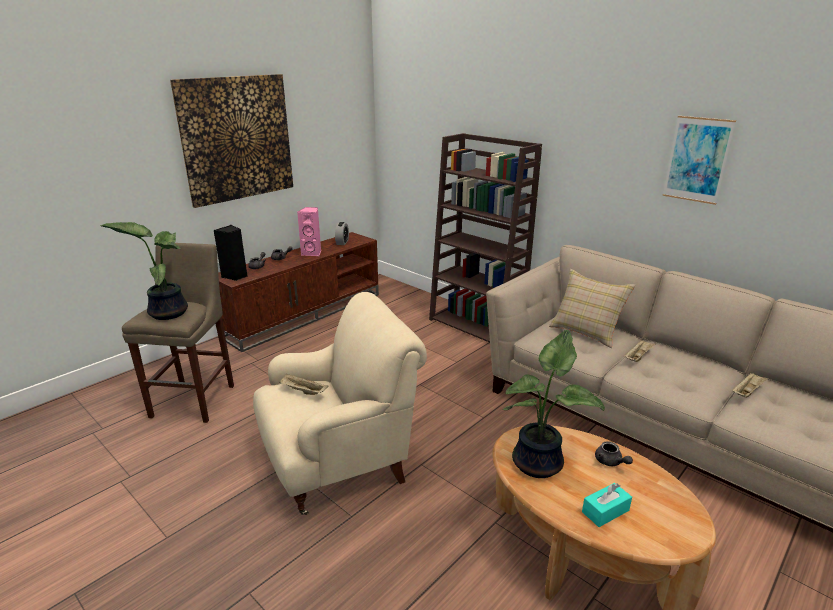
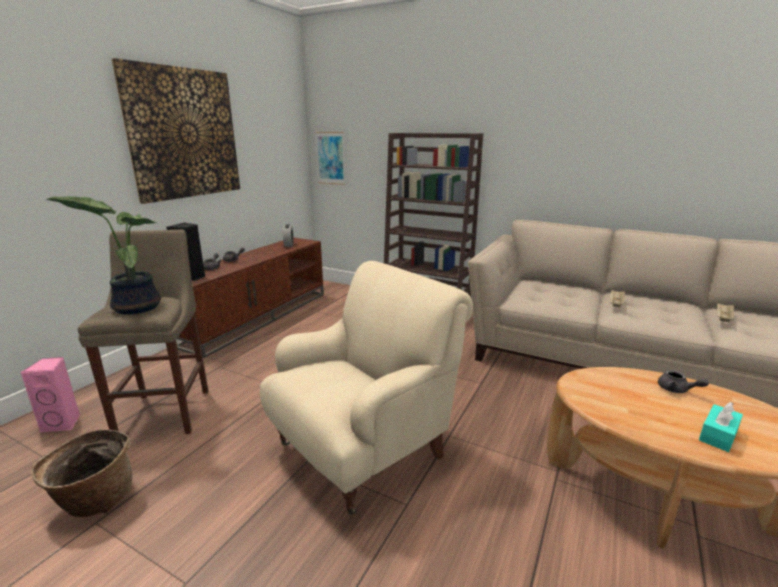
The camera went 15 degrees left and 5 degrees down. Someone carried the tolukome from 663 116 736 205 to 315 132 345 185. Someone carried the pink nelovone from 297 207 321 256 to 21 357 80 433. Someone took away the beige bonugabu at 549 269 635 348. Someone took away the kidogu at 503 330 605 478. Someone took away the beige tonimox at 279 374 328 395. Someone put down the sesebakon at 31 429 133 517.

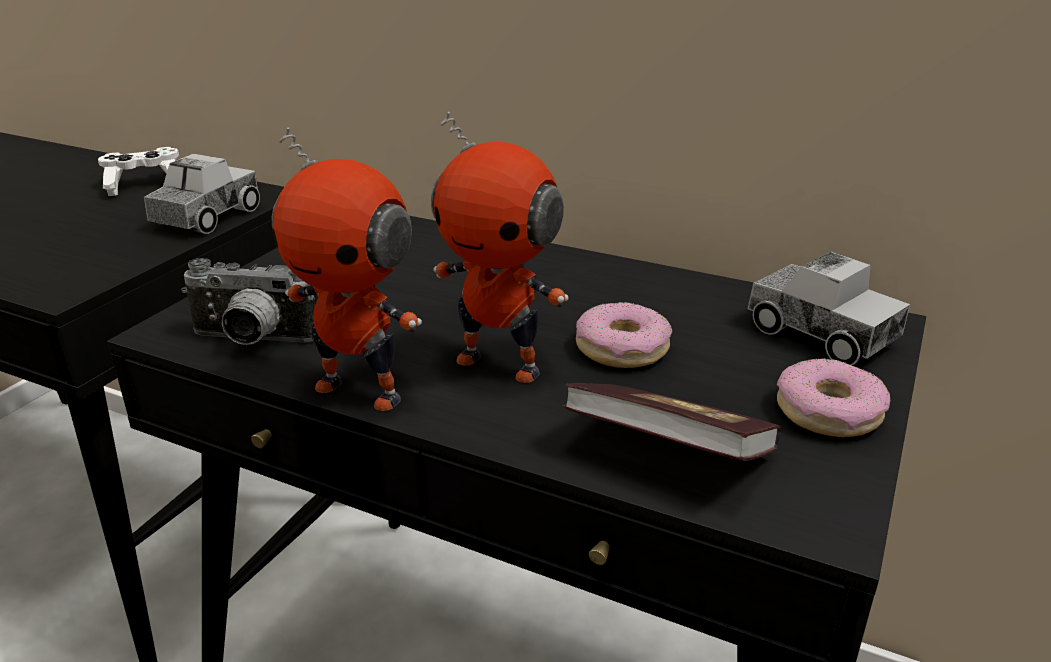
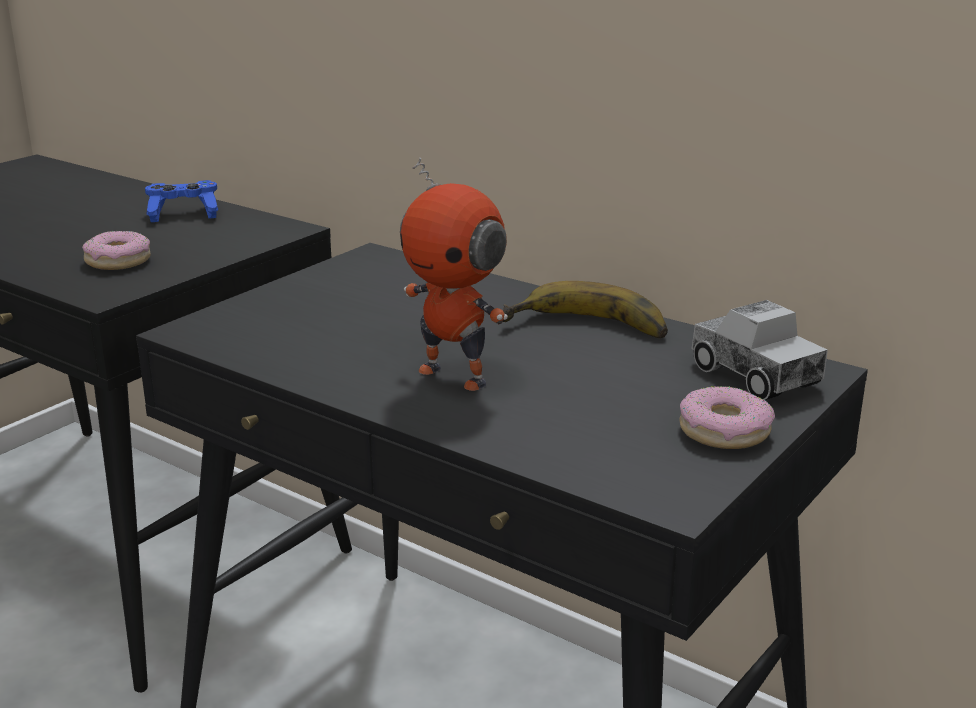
The camera went 10 degrees right and 5 degrees down. Someone took away the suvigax at 271 128 422 411. Someone repainted the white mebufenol at 98 147 179 196, which became the blue mebufenol at 145 180 218 222. Someone took away the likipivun at 144 154 260 234. Someone took away the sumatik at 181 258 318 345. Someone carried the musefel from 576 302 672 368 to 82 231 151 270. Someone took away the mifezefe at 563 383 781 461. Someone put down the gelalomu at 502 281 668 338.

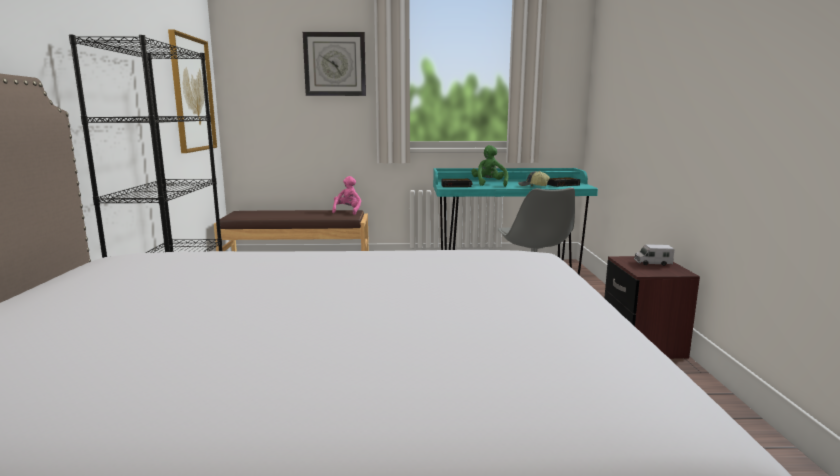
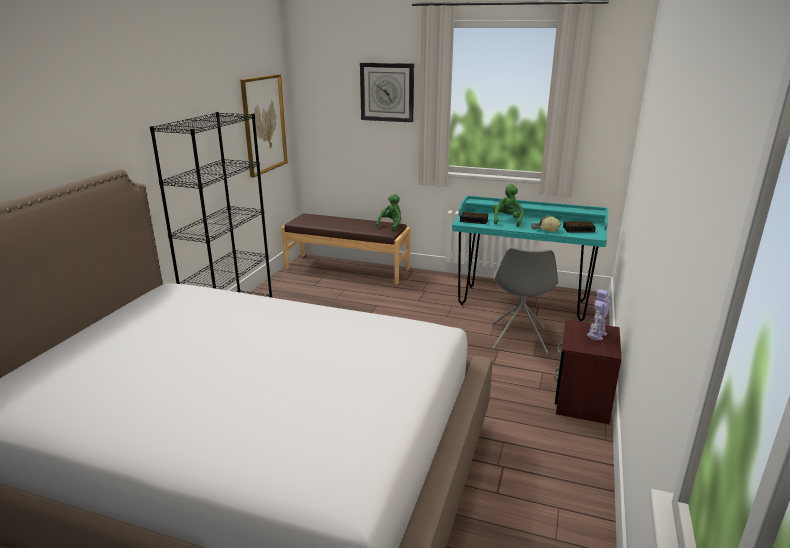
The camera went 20 degrees right and 10 degrees up. Someone repainted the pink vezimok at 332 176 361 215, which became the green vezimok at 376 194 401 231. Someone swapped the likipivun at 634 244 674 266 for the suvigax at 587 289 610 341.

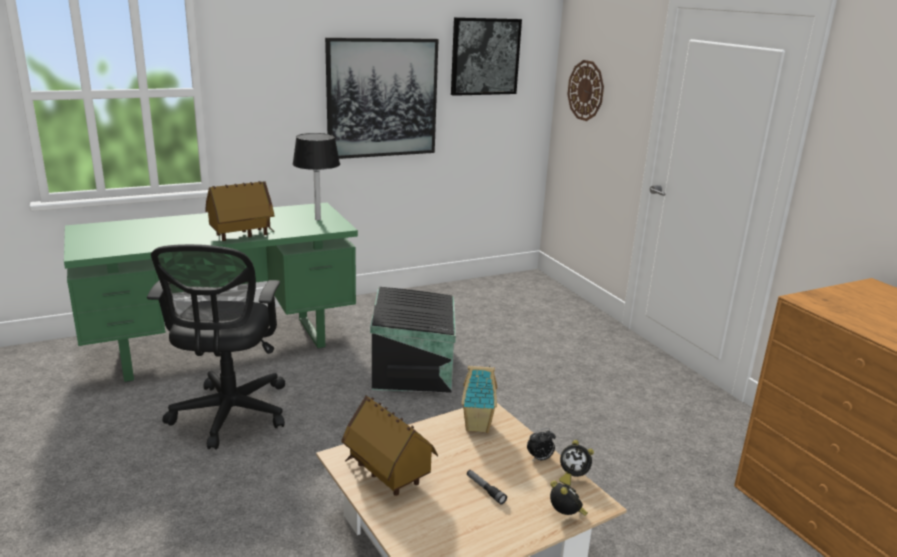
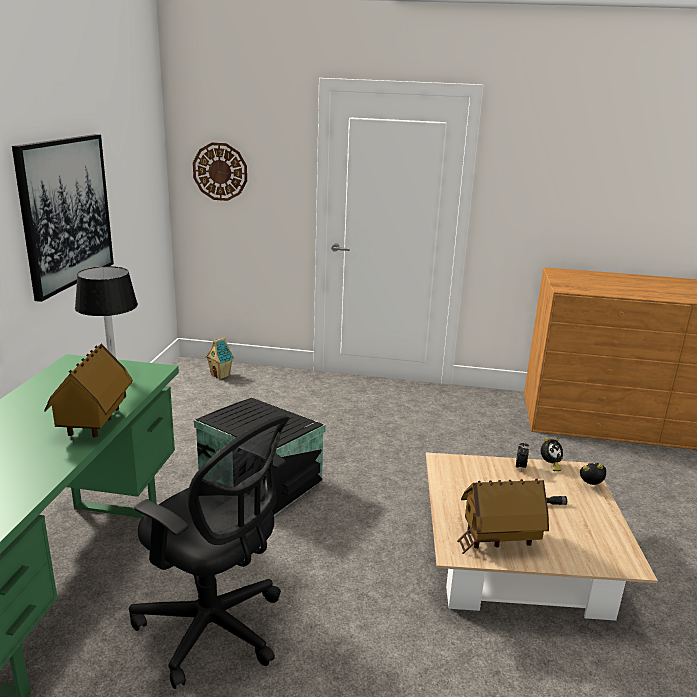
The camera went 55 degrees left and 0 degrees up. Someone took away the tolukome at 451 17 522 96. Someone carried the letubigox from 461 365 497 433 to 205 337 234 380.

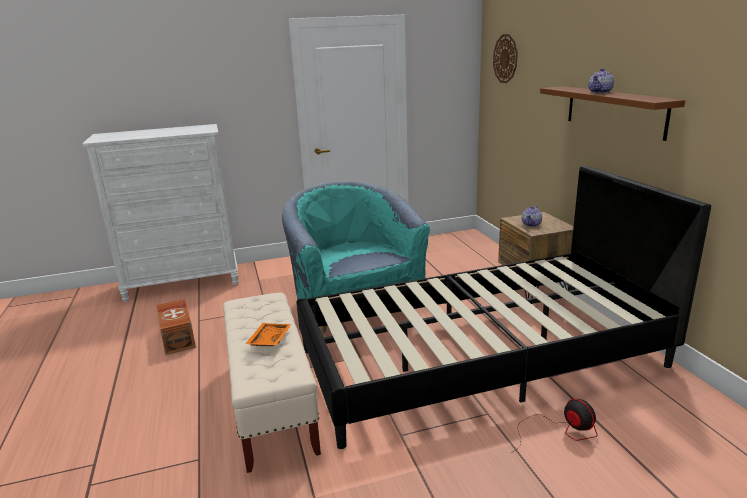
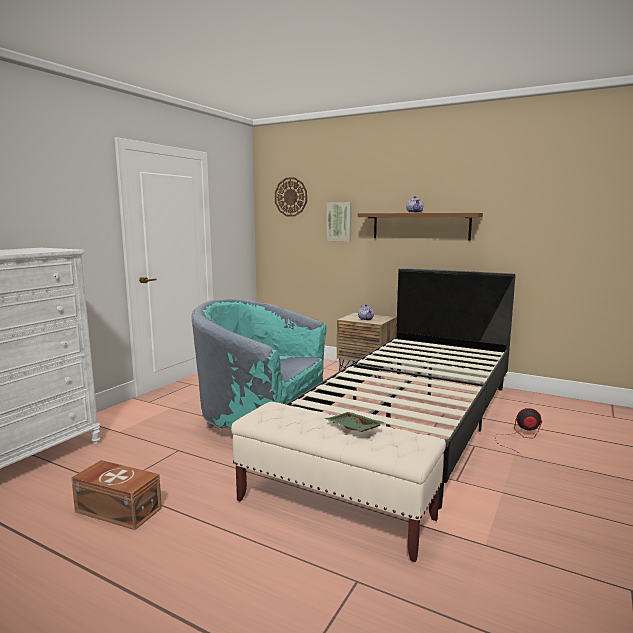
The camera went 45 degrees left and 10 degrees down. Someone repainted the orange tonimox at 245 323 291 346, which became the green tonimox at 324 412 386 432. Someone put up the tolukome at 327 202 352 242.

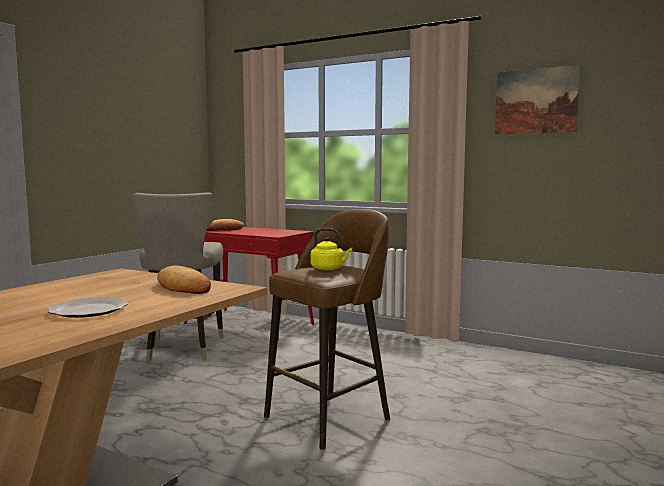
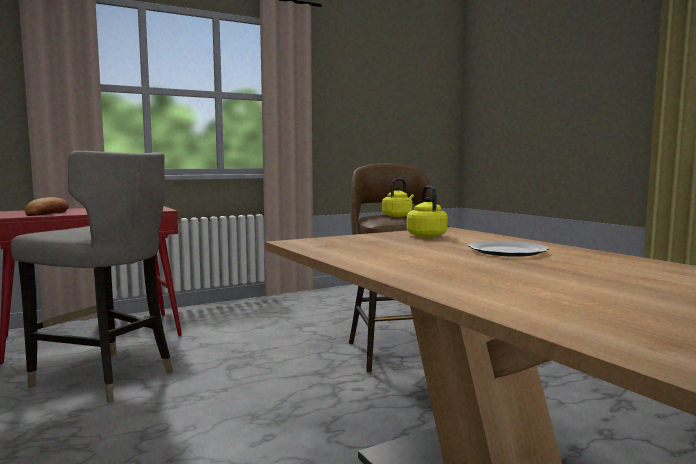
The camera went 60 degrees left and 0 degrees up. Someone took away the tolukome at 495 65 581 135. Someone swapped the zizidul at 157 265 211 294 for the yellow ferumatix at 407 186 448 237.

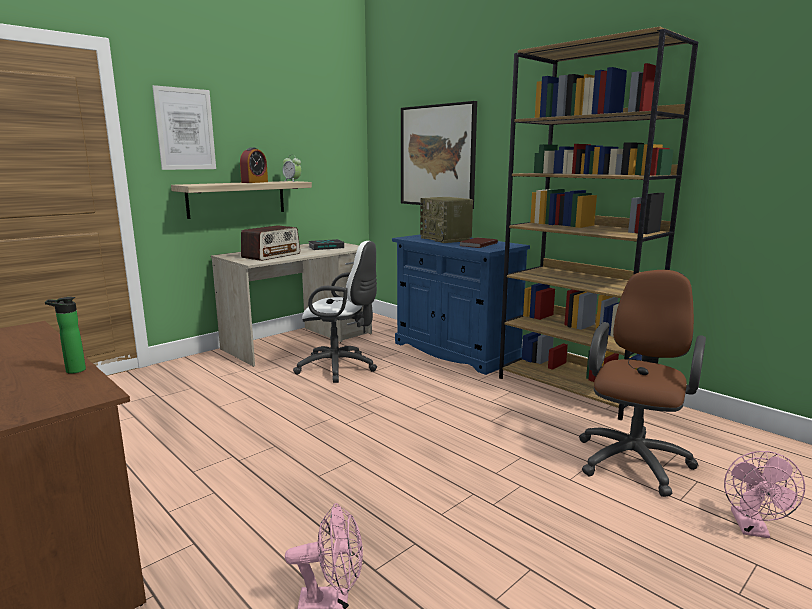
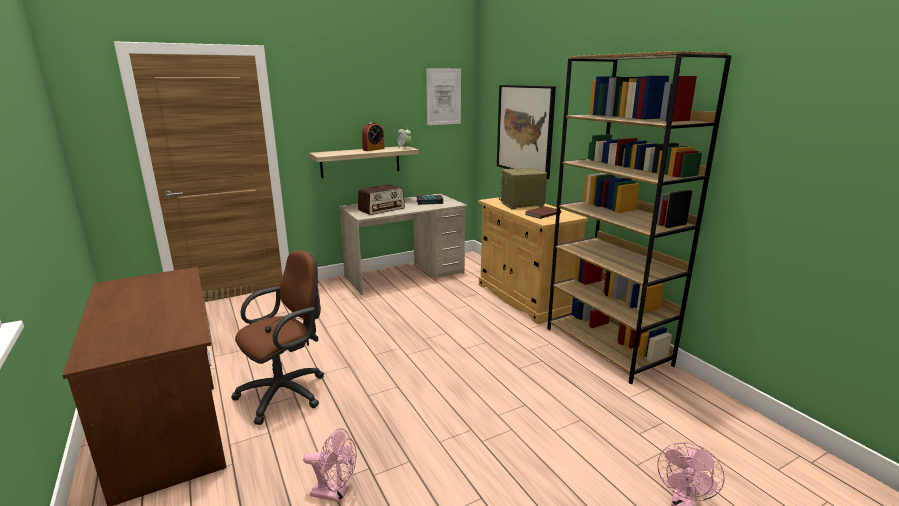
The camera went 15 degrees right and 5 degrees up. Someone carried the tolukome from 152 85 216 170 to 426 68 461 125. Someone rotated the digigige at 420 197 473 243 by 90 degrees clockwise. Someone repainted the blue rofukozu at 392 235 530 375, which became the beige rofukozu at 478 197 588 324. Someone took away the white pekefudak at 293 241 377 383. Someone carried the brown pekefudak from 579 270 706 497 to 231 250 324 425. Someone took away the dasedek at 45 297 86 374.

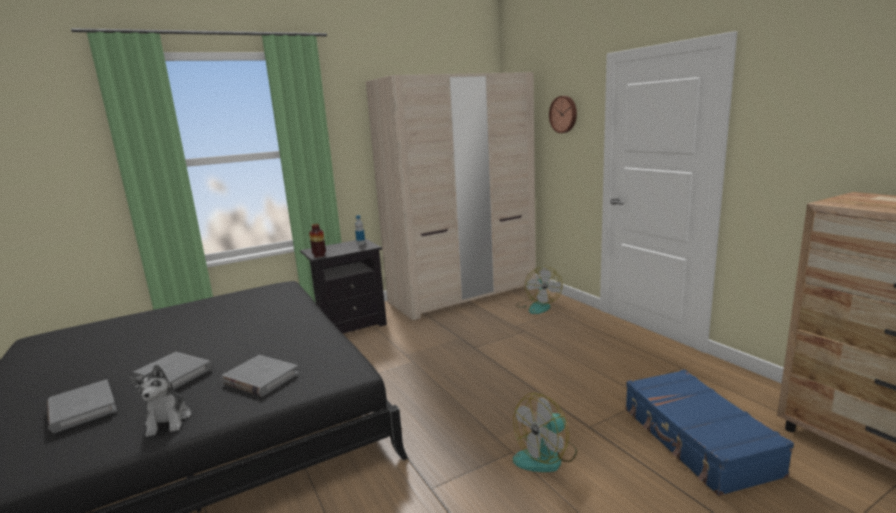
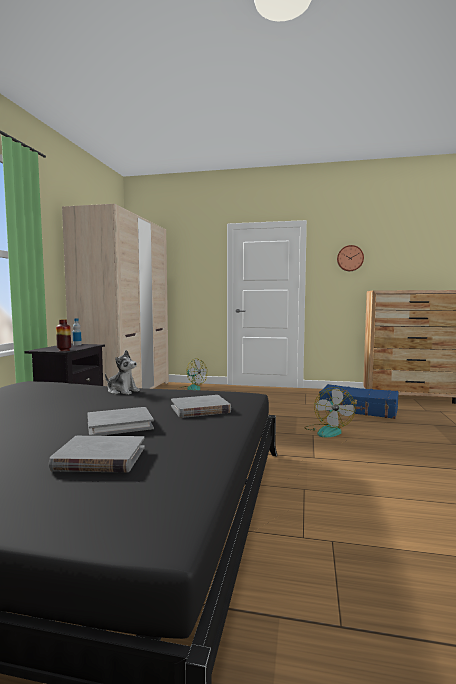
The camera went 50 degrees left and 10 degrees down. Someone carried the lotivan from 549 96 577 133 to 337 245 364 271. Someone carried the vezimok from 130 364 191 437 to 105 350 140 395.

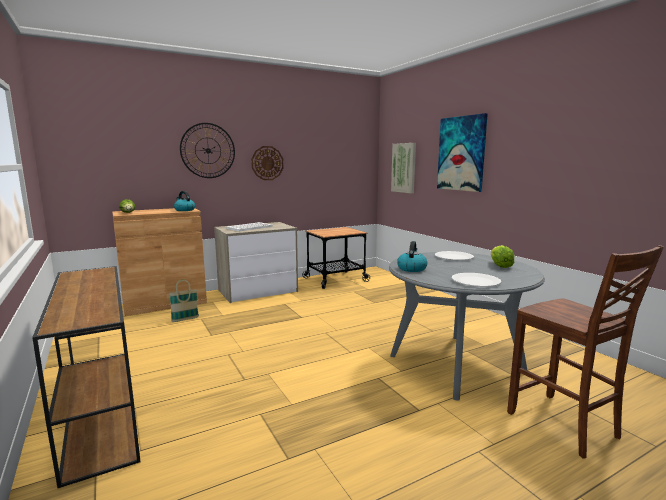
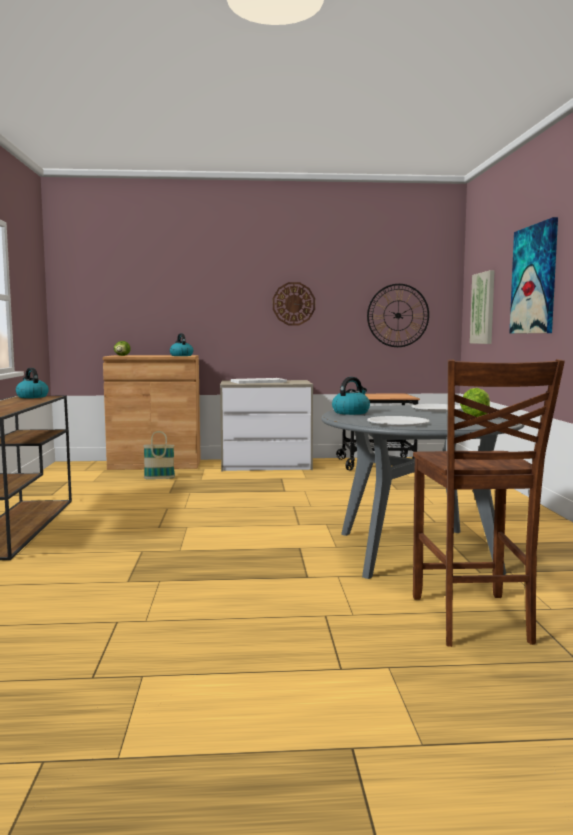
The camera went 25 degrees right and 5 degrees down. Someone carried the lotivan from 180 123 235 178 to 367 284 429 347. Someone put down the ferumatix at 16 368 49 398.

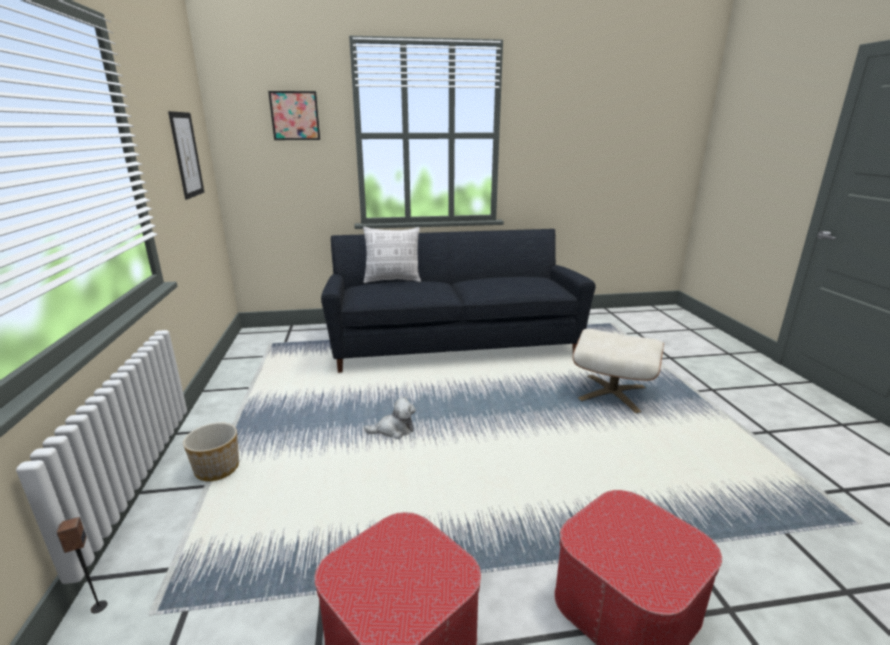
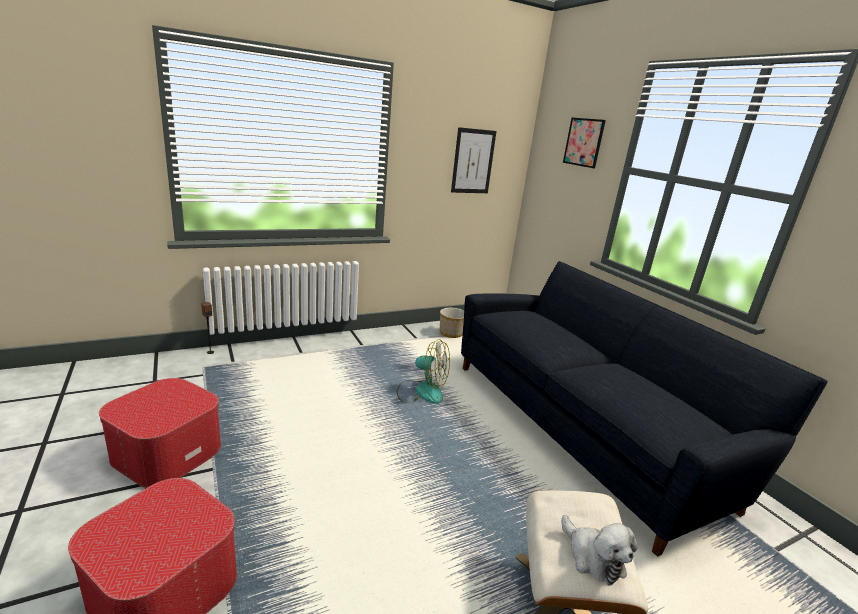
The camera went 70 degrees right and 0 degrees up. Someone took away the bonugabu at 363 227 421 283. Someone carried the vezimok from 364 397 416 439 to 562 515 637 586. Someone carried the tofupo from 183 423 239 481 to 440 308 464 338. Someone put down the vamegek at 397 339 450 404.

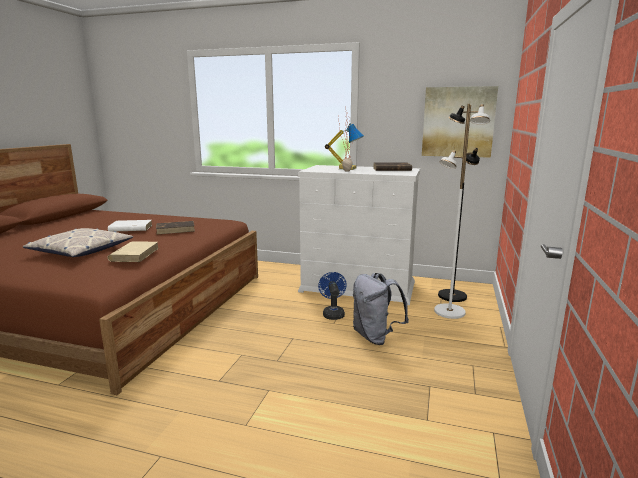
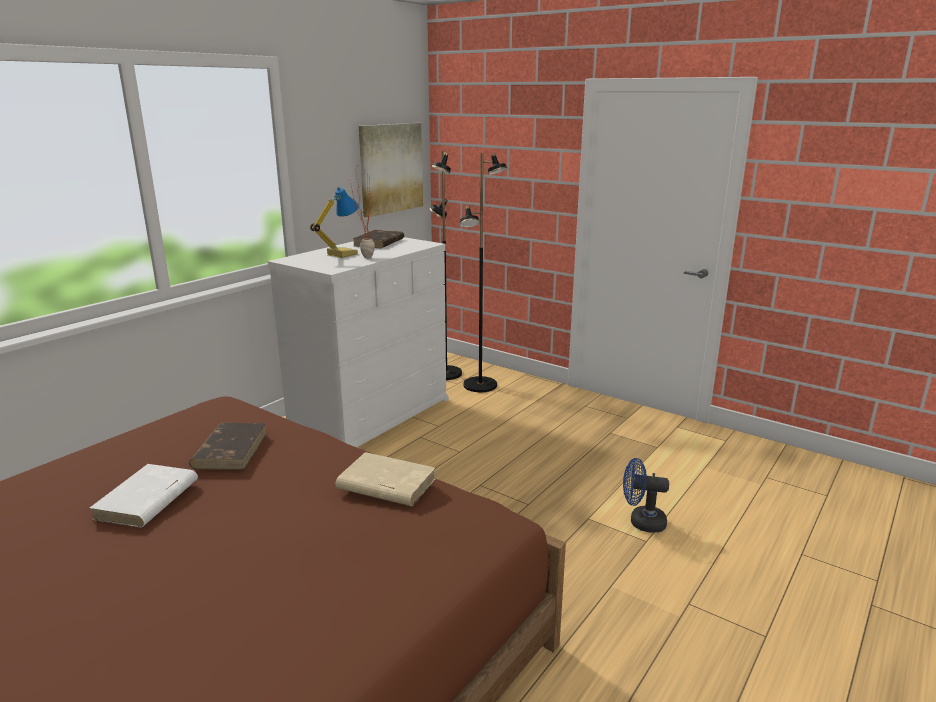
The camera went 70 degrees left and 5 degrees up. Someone repainted the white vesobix at 434 104 490 319, which became the black vesobix at 460 153 508 392. Someone took away the bonugabu at 23 228 133 257. Someone carried the blue vamegek from 318 272 347 320 to 623 458 669 533. Someone took away the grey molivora at 353 273 409 345.

